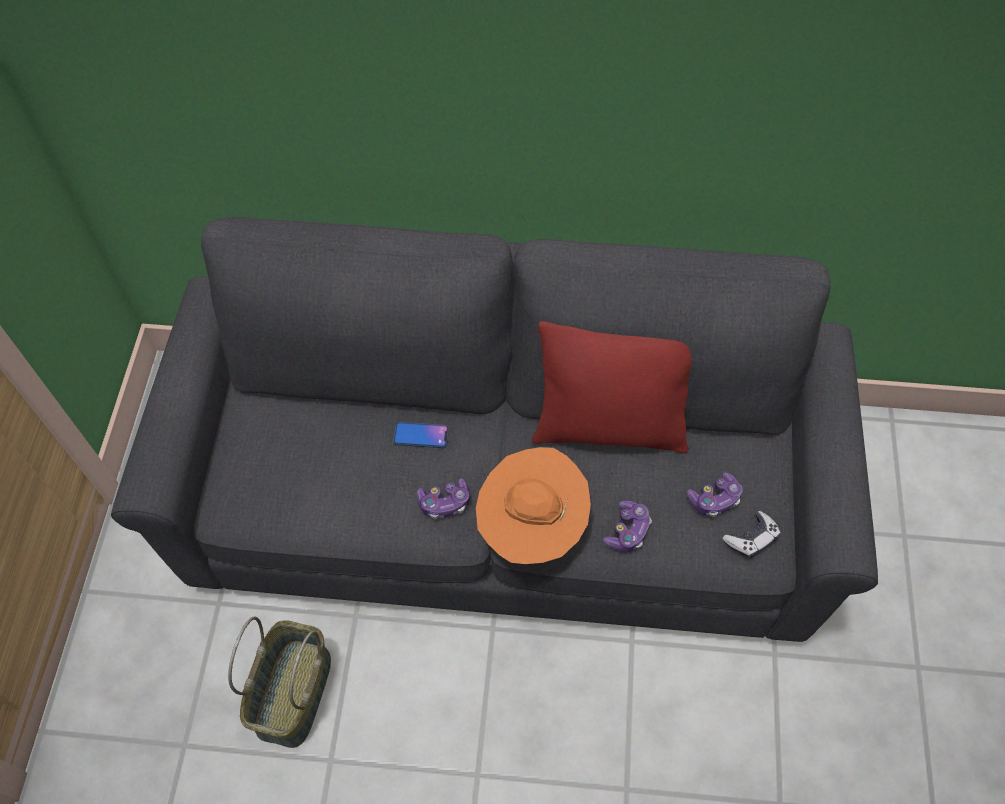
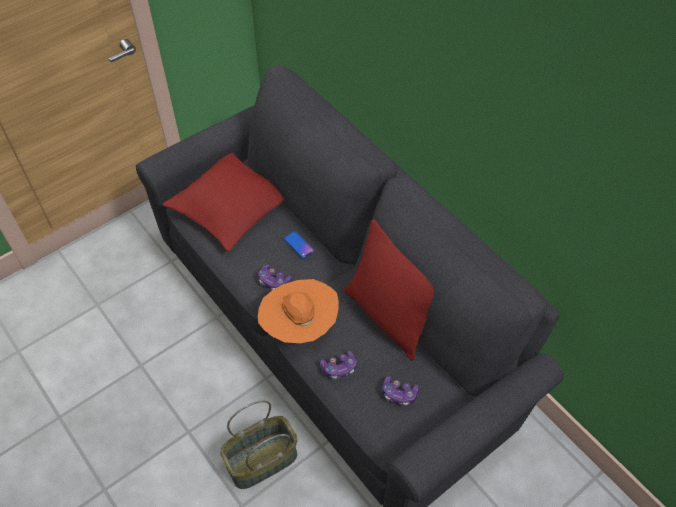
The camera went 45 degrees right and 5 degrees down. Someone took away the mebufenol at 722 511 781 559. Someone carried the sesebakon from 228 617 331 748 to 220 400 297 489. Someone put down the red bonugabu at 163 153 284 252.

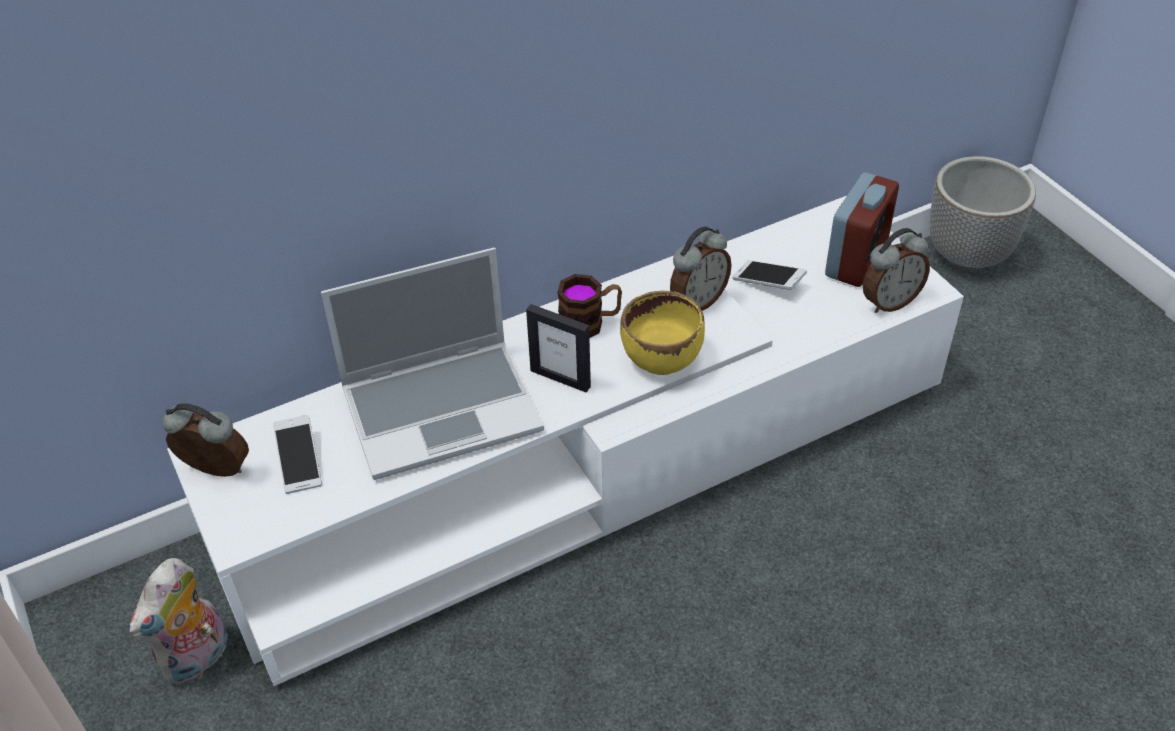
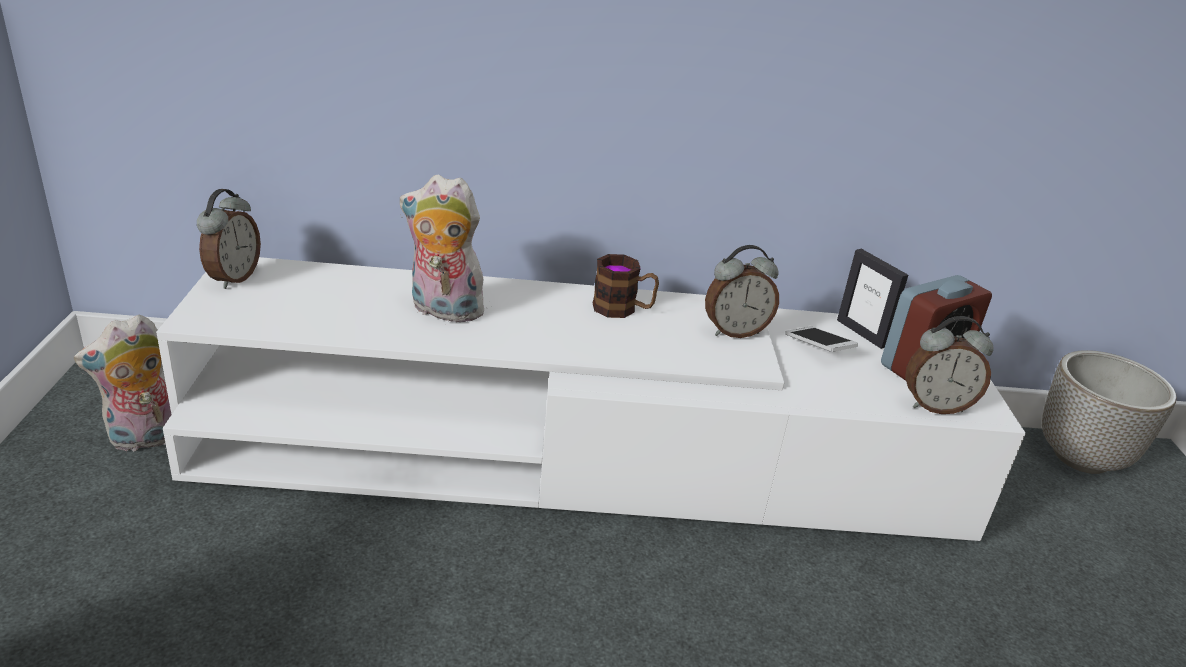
The camera went 25 degrees right and 15 degrees down. Someone swapped the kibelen at 321 248 544 480 for the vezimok at 400 175 484 325. Someone took away the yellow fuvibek at 620 291 705 375. Someone carried the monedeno from 526 304 591 393 to 837 249 908 349. Someone rotated the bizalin at 163 403 249 477 by 60 degrees clockwise. Someone took away the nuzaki at 273 415 322 494.

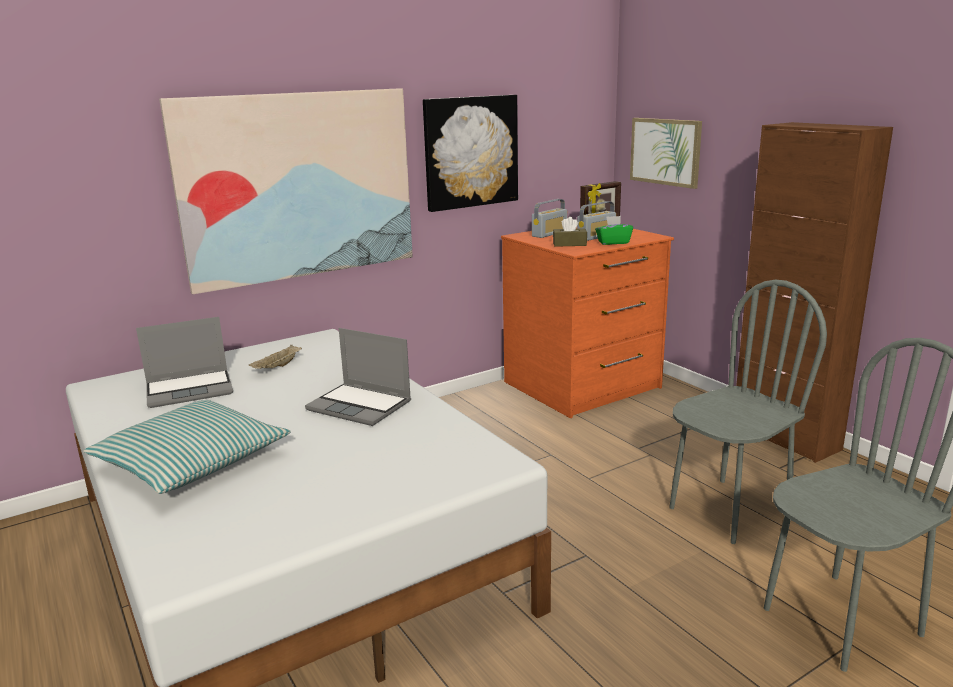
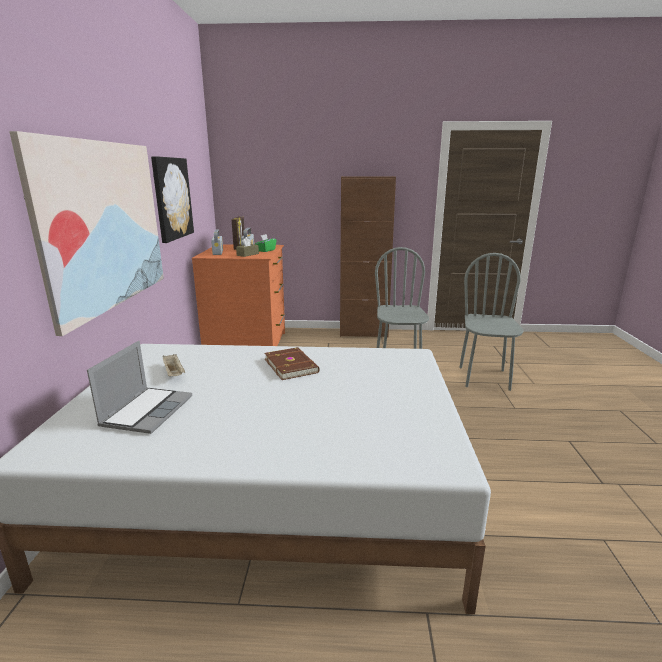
The camera went 55 degrees left and 0 degrees up. Someone took away the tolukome at 630 118 702 189. Someone swapped the kibelen at 305 328 411 426 for the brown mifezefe at 265 347 320 380. Someone took away the bonugabu at 83 400 291 494.

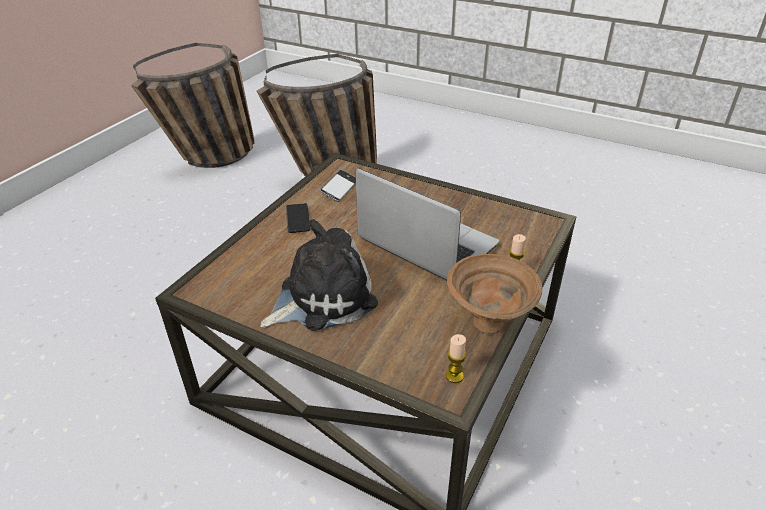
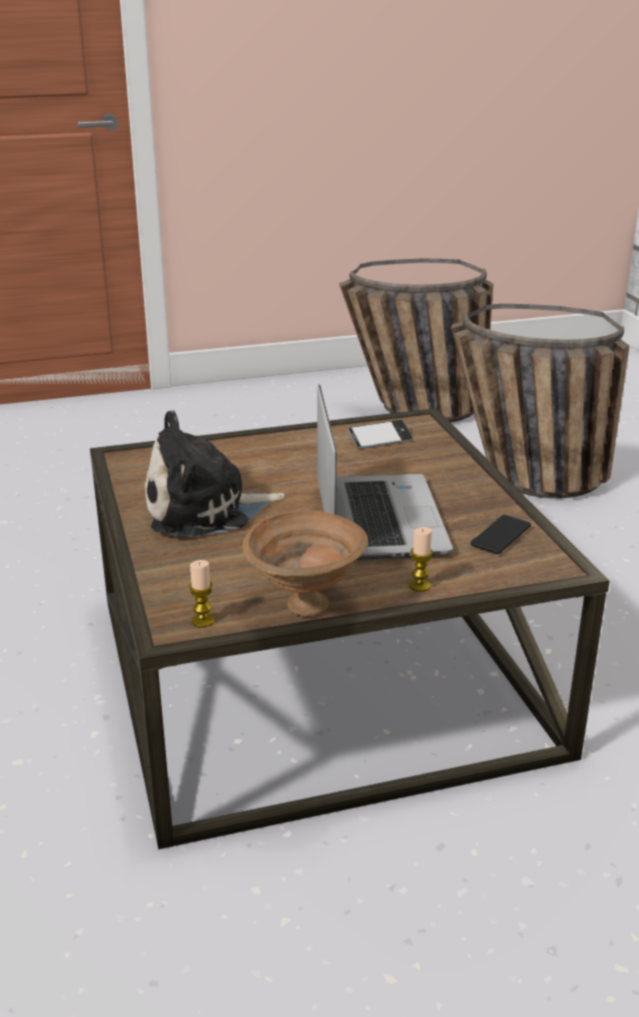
The camera went 45 degrees right and 10 degrees down. Someone carried the nuzaki from 286 203 311 233 to 470 515 531 554. Someone rotated the vezimok at 260 219 378 331 by 150 degrees clockwise.

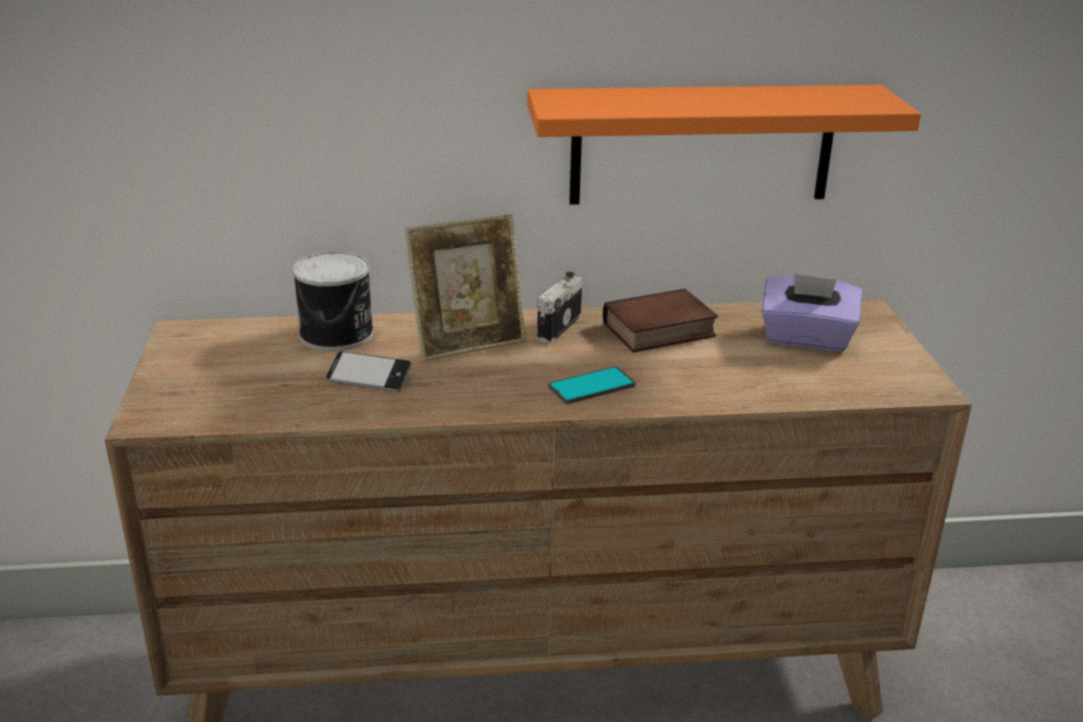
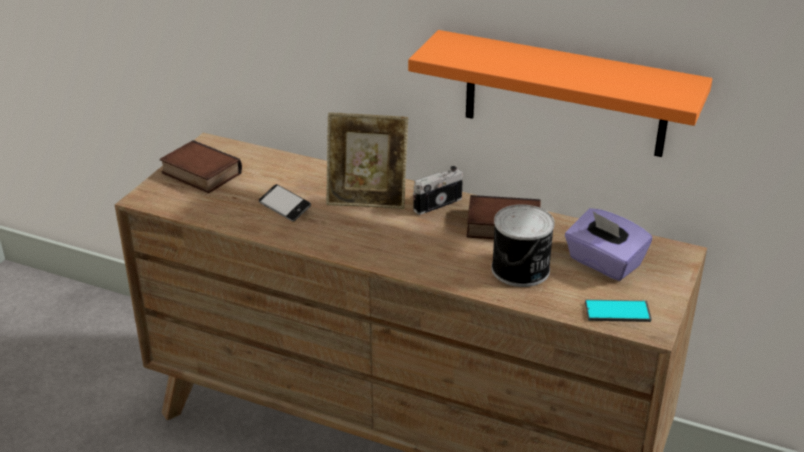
The camera went 30 degrees right and 5 degrees up. Someone carried the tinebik from 293 251 374 351 to 491 204 555 287. Someone carried the nuzaki from 548 366 636 404 to 585 300 652 322. Someone put down the mifezefe at 160 140 242 193.

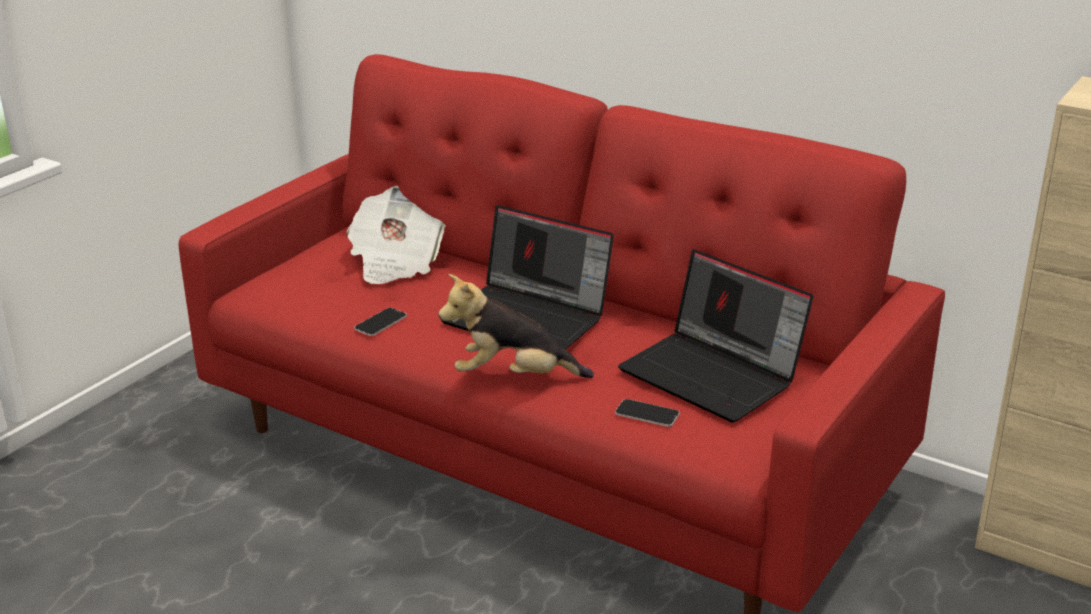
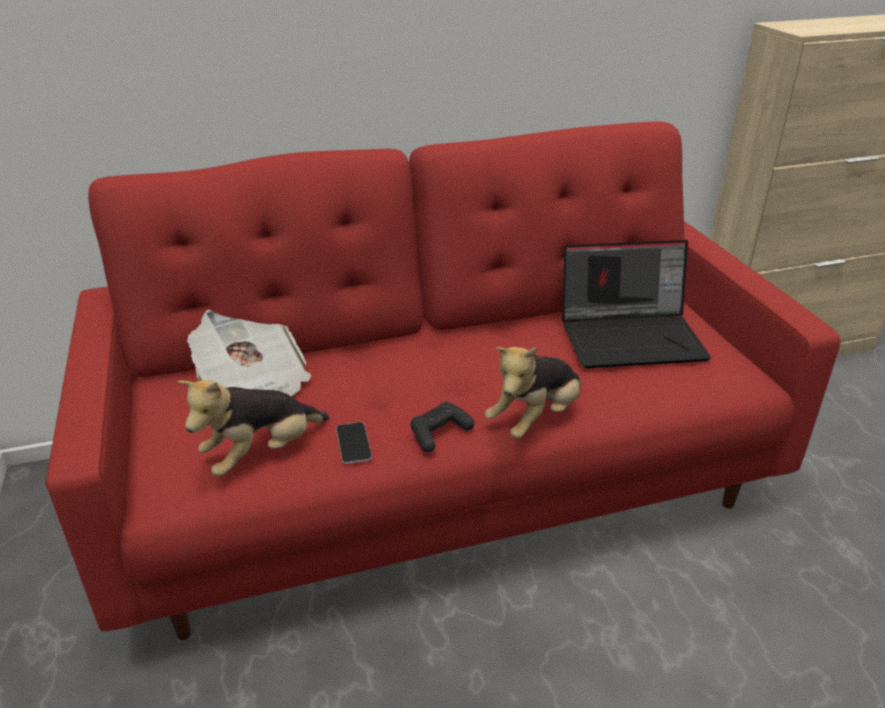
The camera went 50 degrees left and 5 degrees up. Someone took away the kibelen at 441 205 614 350. Someone took away the nuzaki at 615 399 680 427. Someone put down the vezimok at 177 380 329 477. Someone put down the black mebufenol at 410 402 474 452.

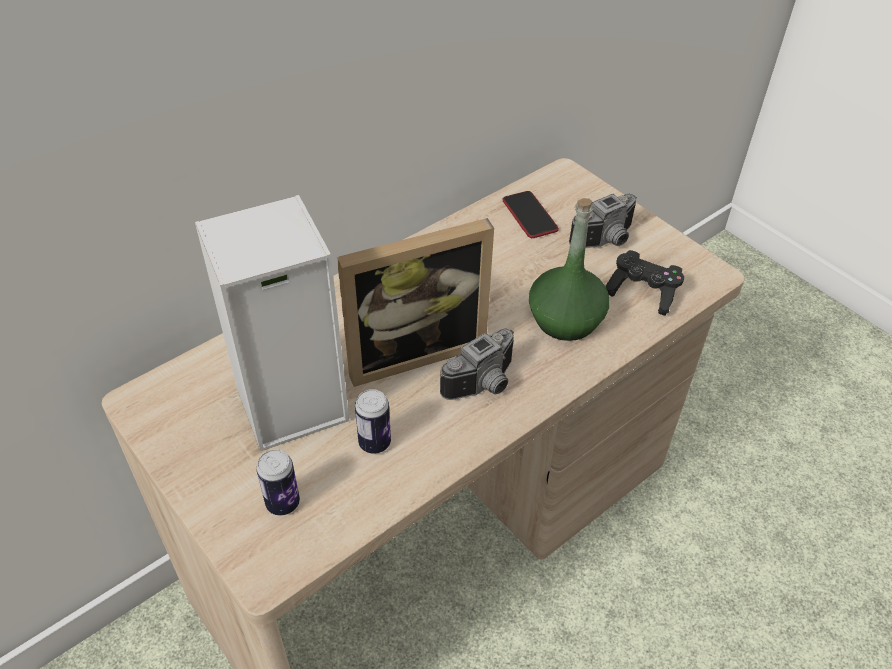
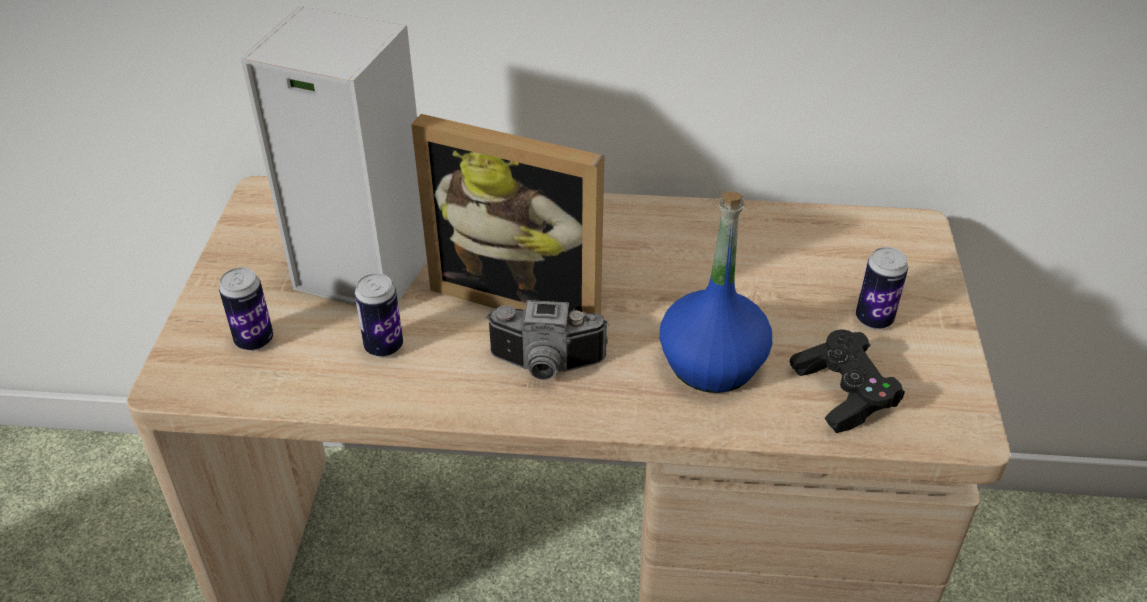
The camera went 45 degrees right and 5 degrees down. Someone took away the nuzaki at 502 191 559 238. Someone swapped the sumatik at 569 194 637 248 for the tinebik at 856 247 908 329. Someone repainted the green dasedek at 529 198 609 341, which became the blue dasedek at 659 191 772 393.

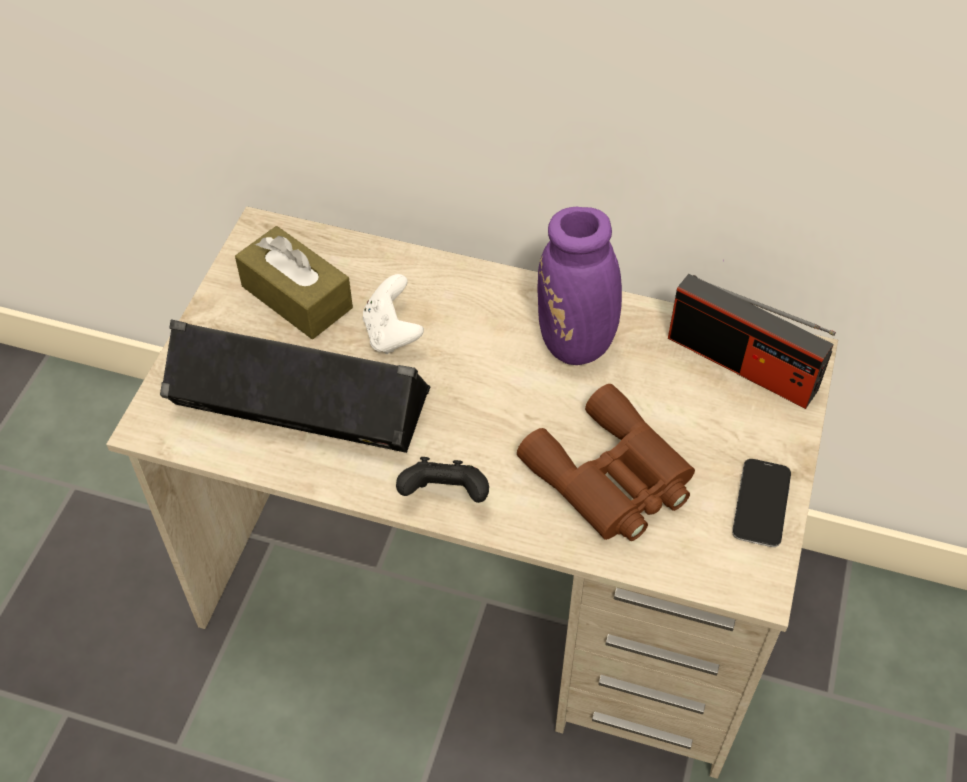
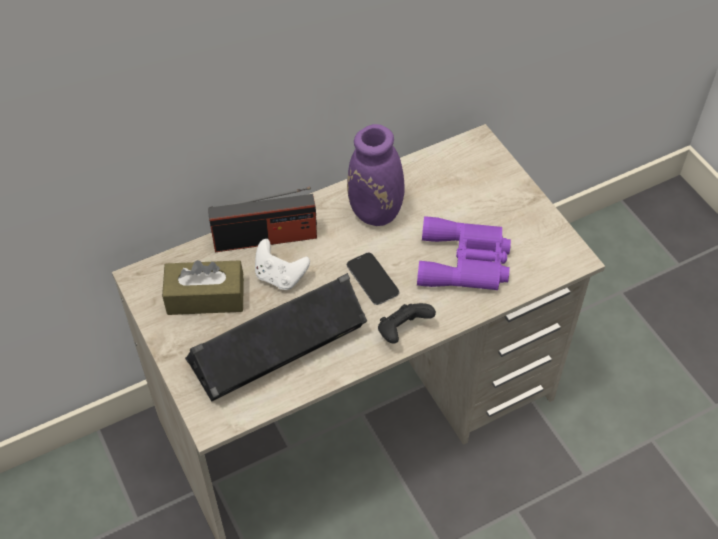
The camera went 45 degrees left and 0 degrees up. Someone carried the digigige from 668 274 836 409 to 208 187 317 252. Someone repainted the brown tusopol at 517 384 695 541, which became the purple tusopol at 417 216 511 290. Someone carried the nuzaki from 732 459 791 547 to 347 253 399 305.

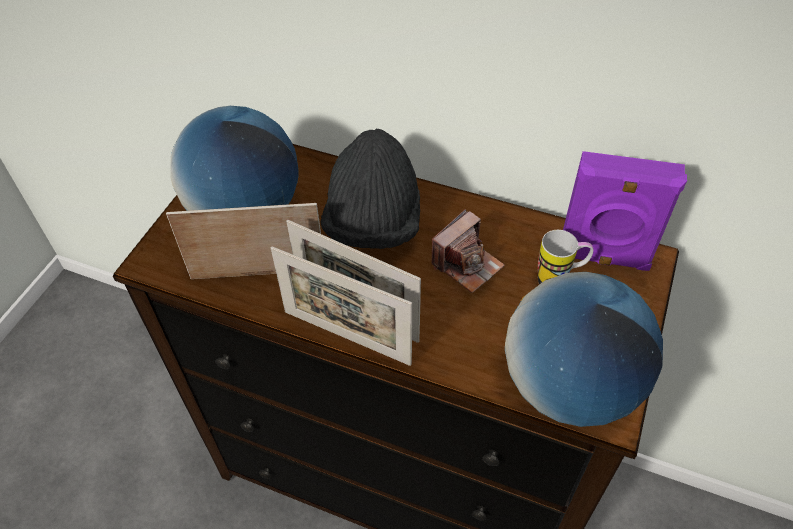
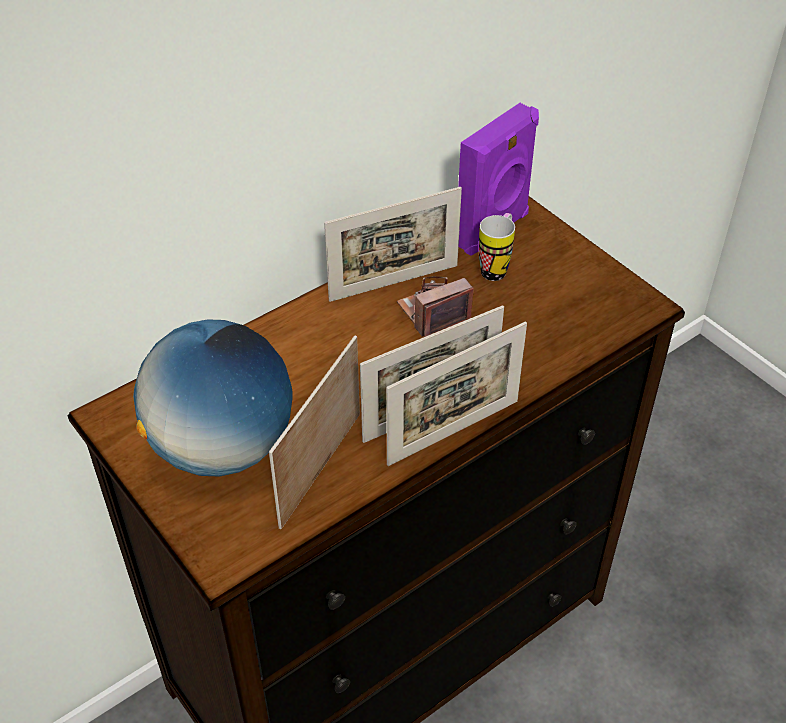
The camera went 60 degrees left and 5 degrees down. Someone took away the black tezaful at 320 129 420 249. Someone rotated the sumatik at 431 209 505 293 by 105 degrees counterclockwise. Someone took away the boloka at 505 272 663 427. Someone put down the monedeno at 324 187 462 302.

